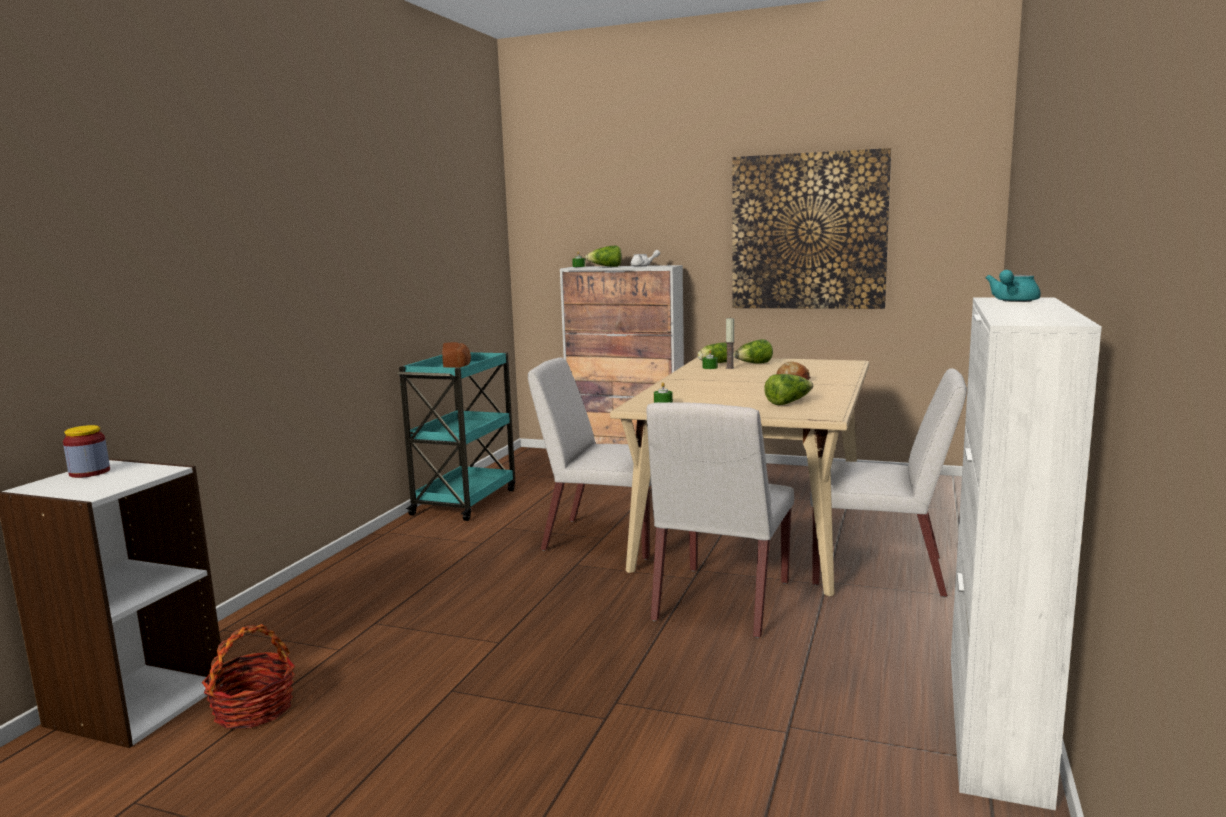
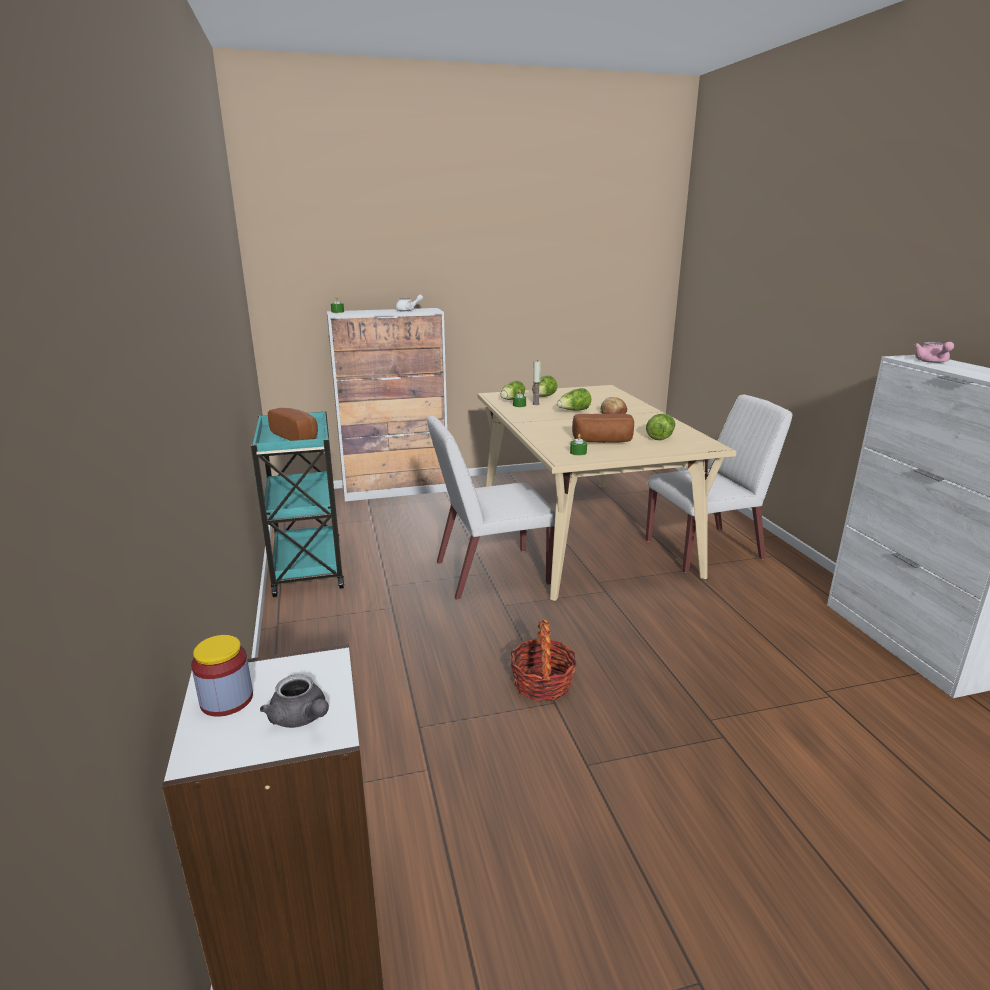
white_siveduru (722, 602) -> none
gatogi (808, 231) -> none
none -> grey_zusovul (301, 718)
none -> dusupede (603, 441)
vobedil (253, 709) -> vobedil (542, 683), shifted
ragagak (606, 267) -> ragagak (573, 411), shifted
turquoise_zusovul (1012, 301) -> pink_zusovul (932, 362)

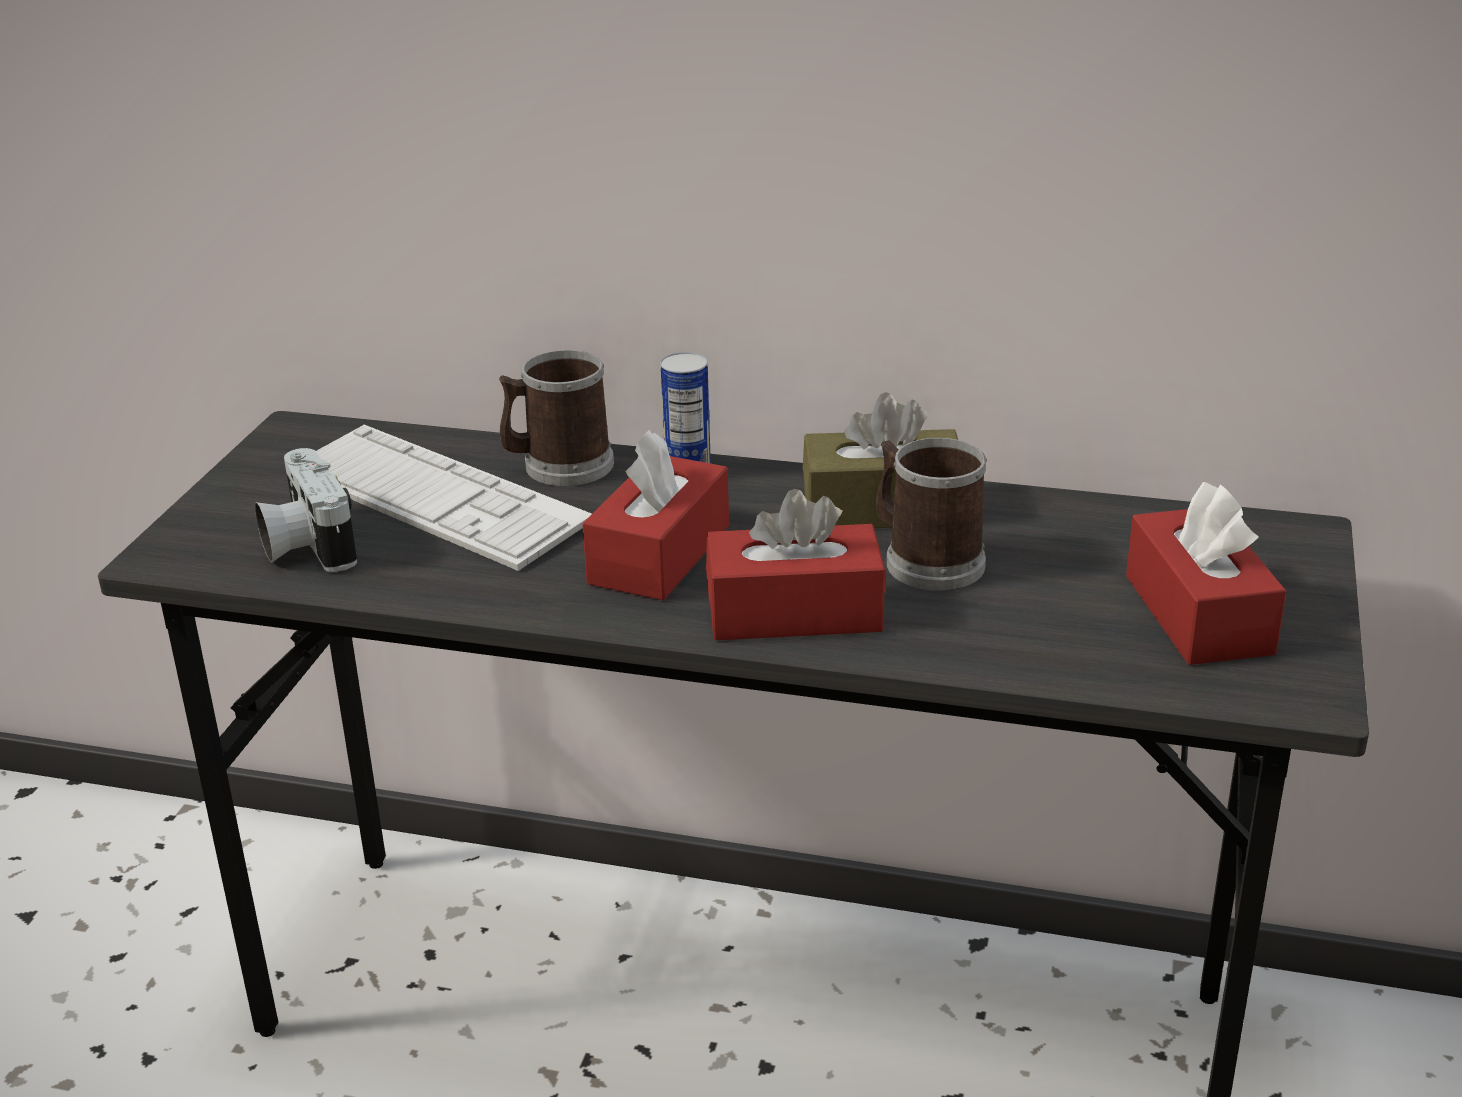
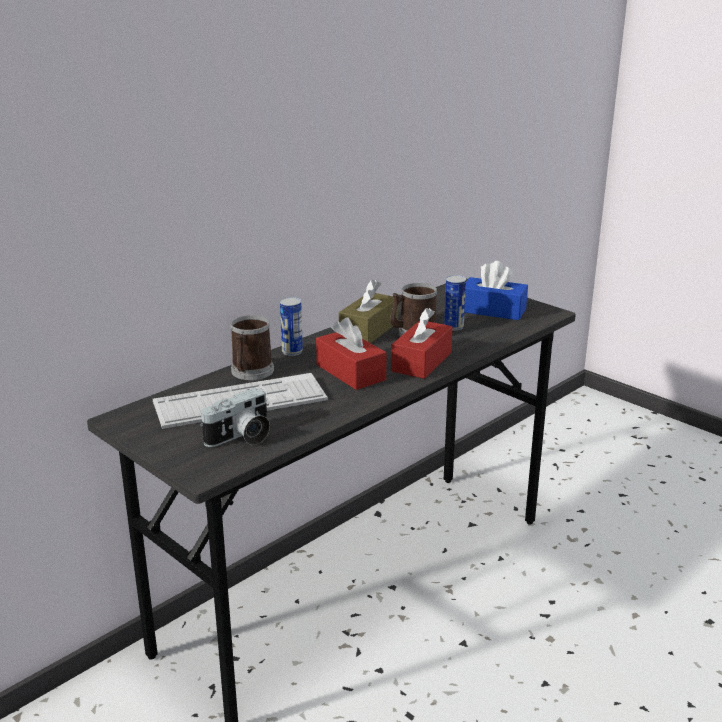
none -> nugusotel (453, 327)
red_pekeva (1198, 614) -> blue_pekeva (493, 310)
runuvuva (305, 544) -> runuvuva (241, 438), 45 degrees counterclockwise

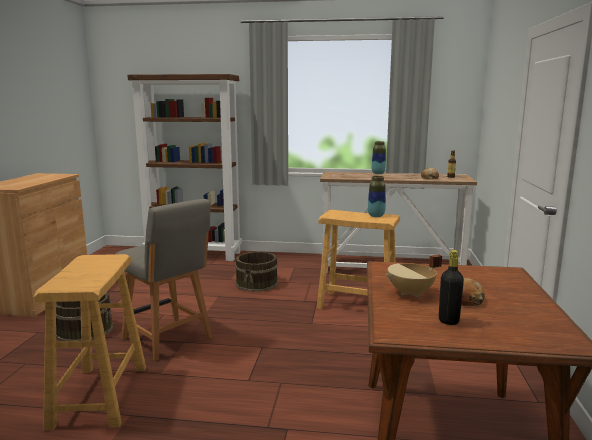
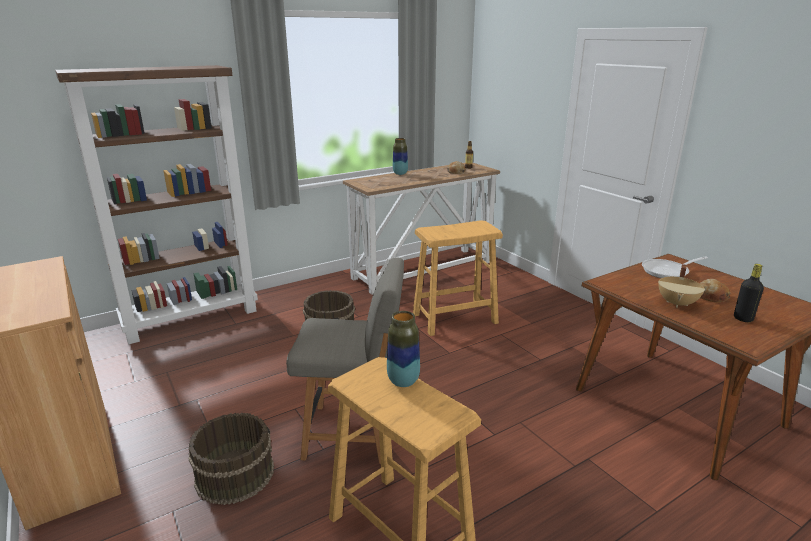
none -> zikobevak (668, 271)
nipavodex (376, 216) -> nipavodex (403, 381), shifted

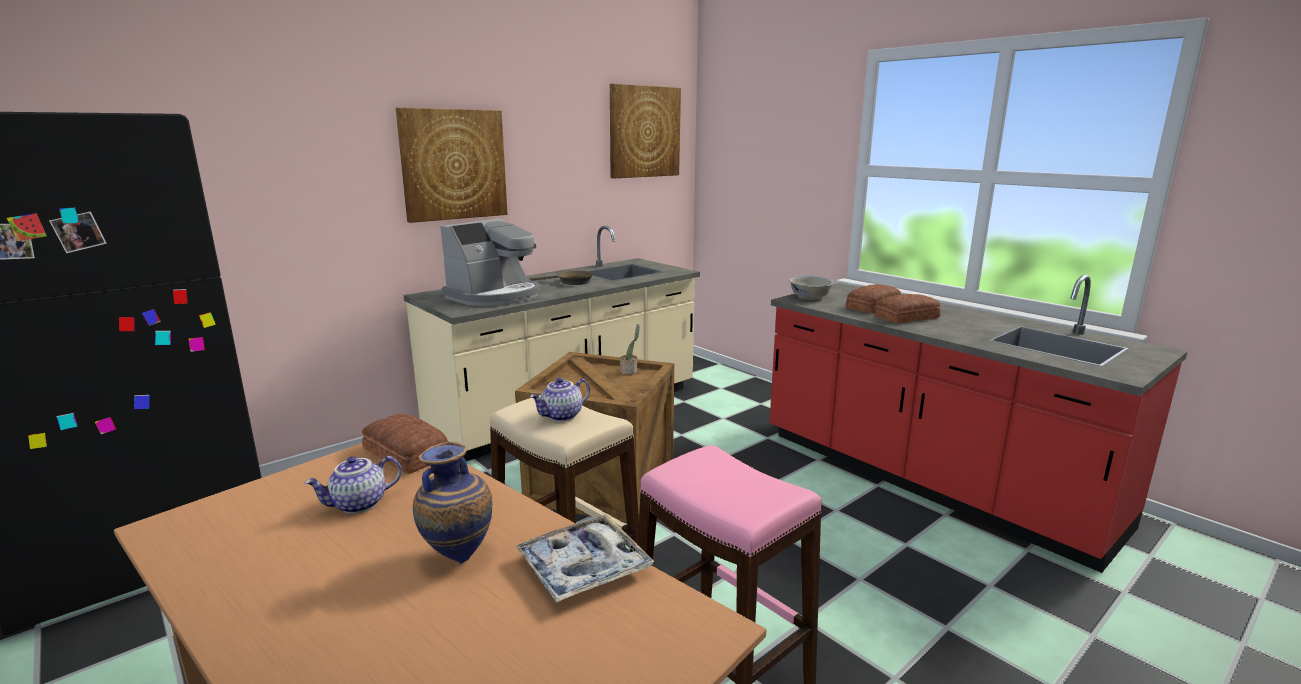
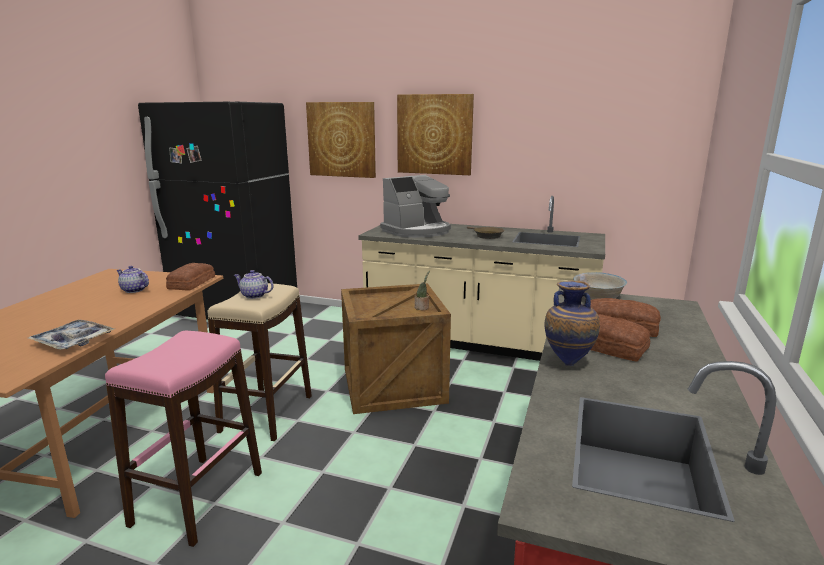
nipavodex (458, 557) -> nipavodex (568, 362), shifted
gatogi (644, 132) -> gatogi (342, 139), shifted
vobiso (495, 296) -> vobiso (417, 231), 45 degrees counterclockwise

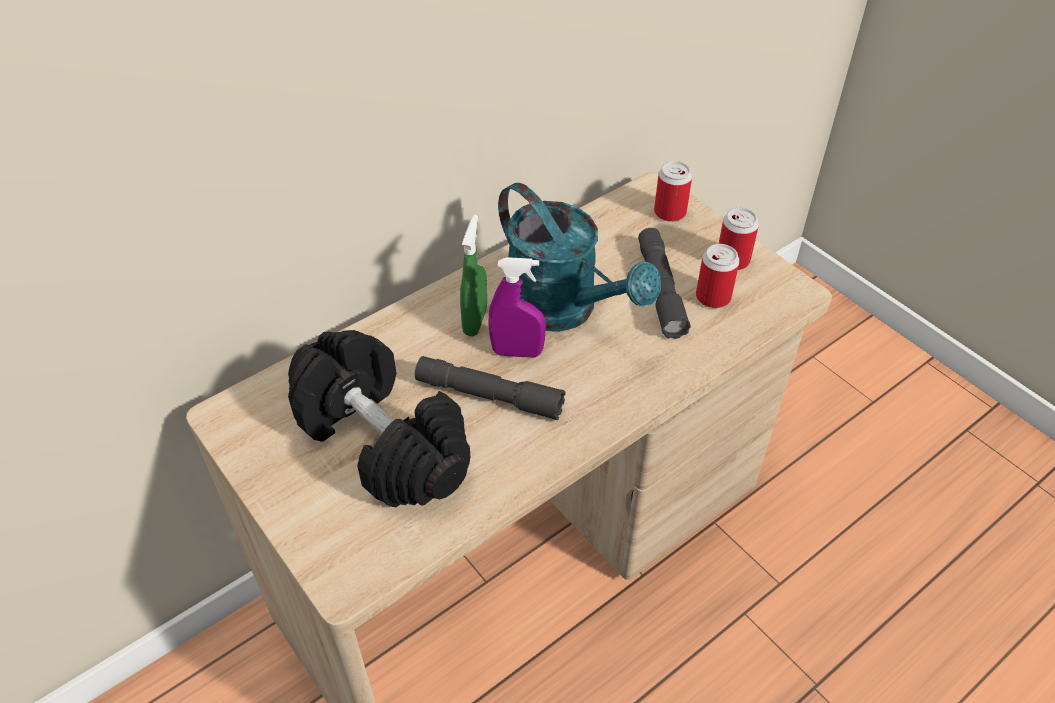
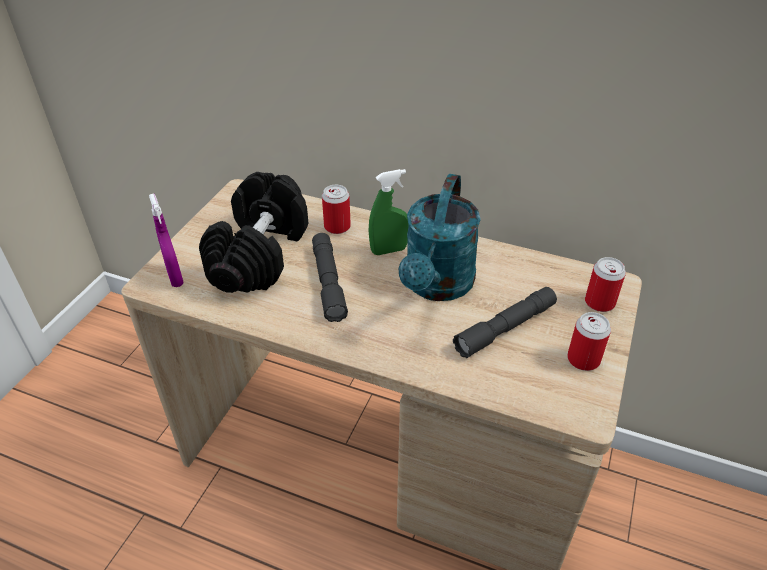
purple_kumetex (517, 352) -> purple_kumetex (175, 277), shifted
nugusotel (713, 297) -> nugusotel (337, 227), shifted

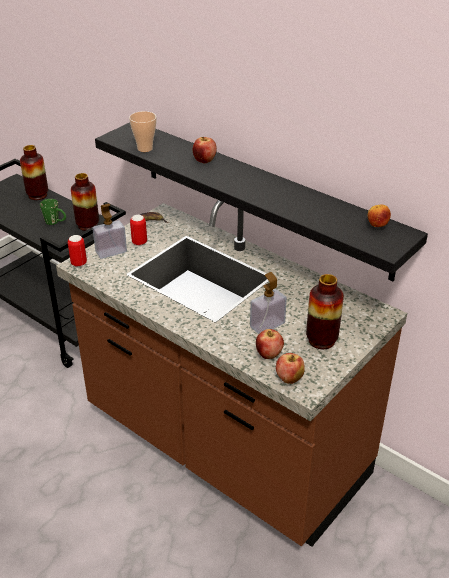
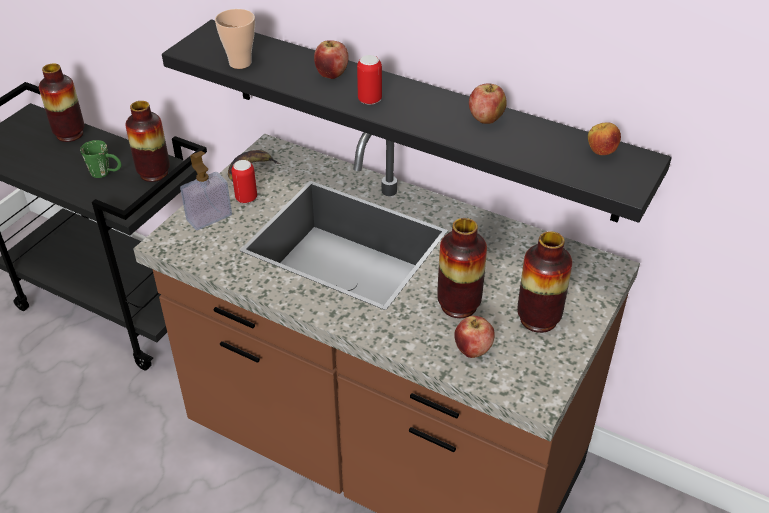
nugusotel (79, 263) -> nugusotel (369, 100), shifted
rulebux (289, 379) -> rulebux (486, 119), shifted
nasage (267, 325) -> nipavodex (458, 305)

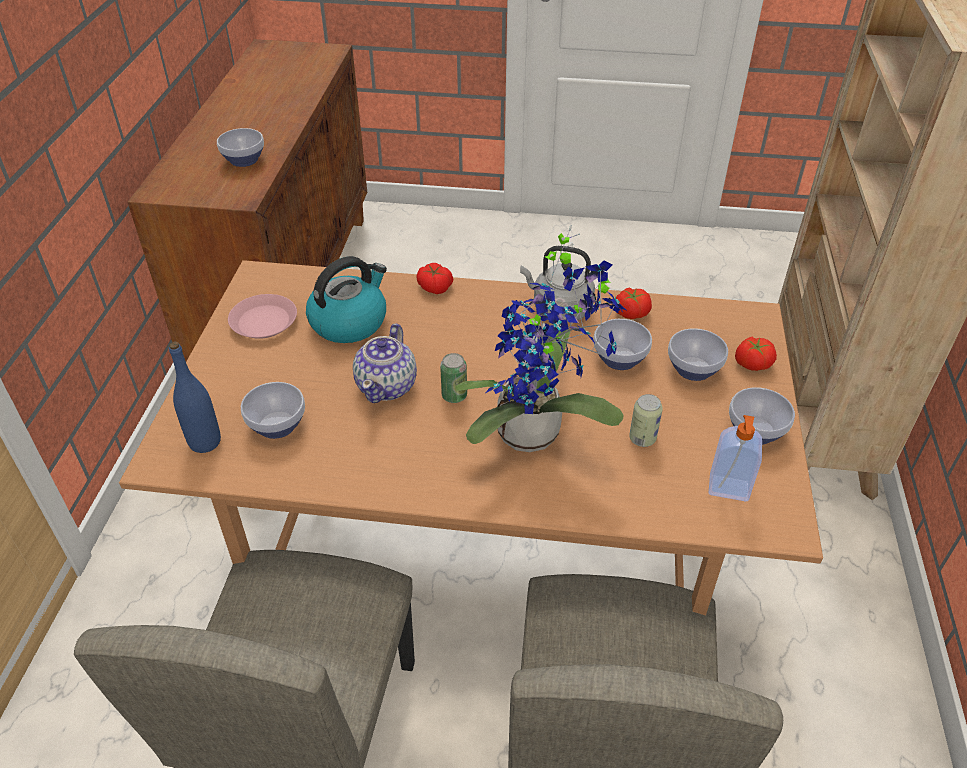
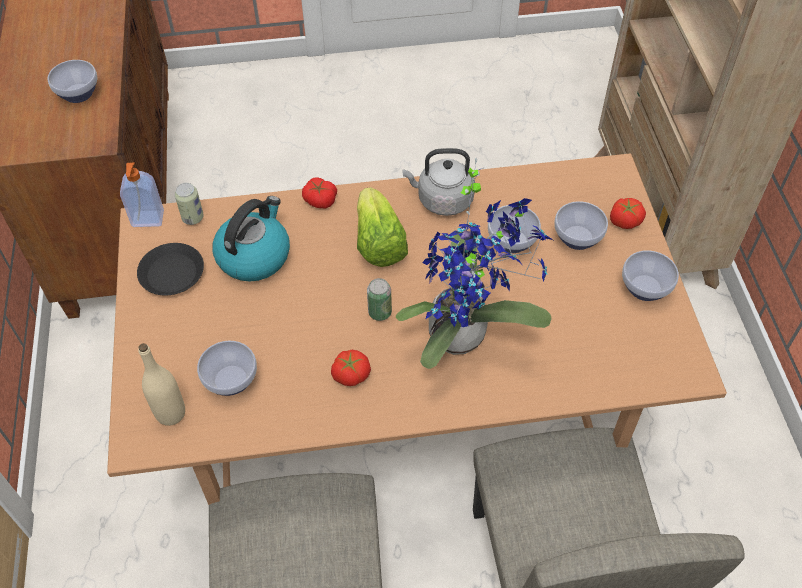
zusovul (387, 386) -> none
none -> ragagak (378, 243)
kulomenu (631, 312) -> kulomenu (350, 374), shifted
nugusotel (642, 439) -> nugusotel (193, 218), shifted
nasage (728, 489) -> nasage (148, 220), shifted
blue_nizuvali (205, 442) -> beige_nizuvali (171, 413)
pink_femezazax (263, 322) -> black_femezazax (171, 273)

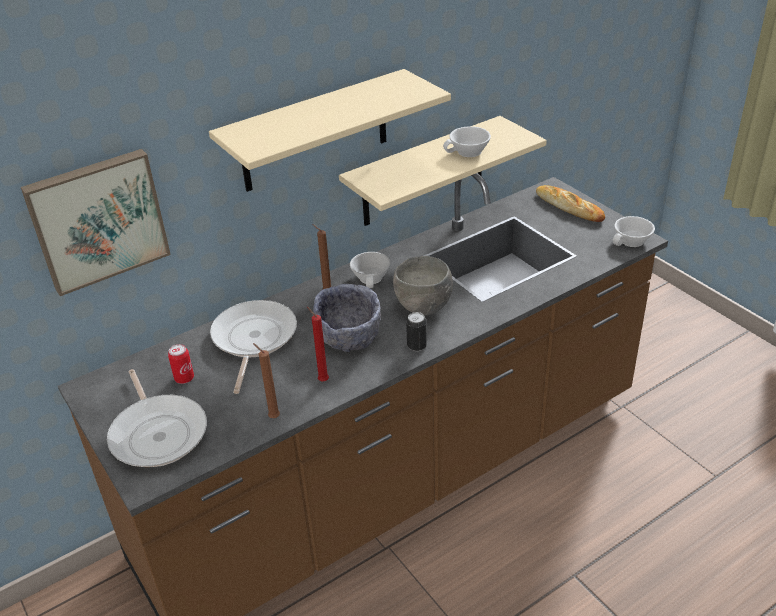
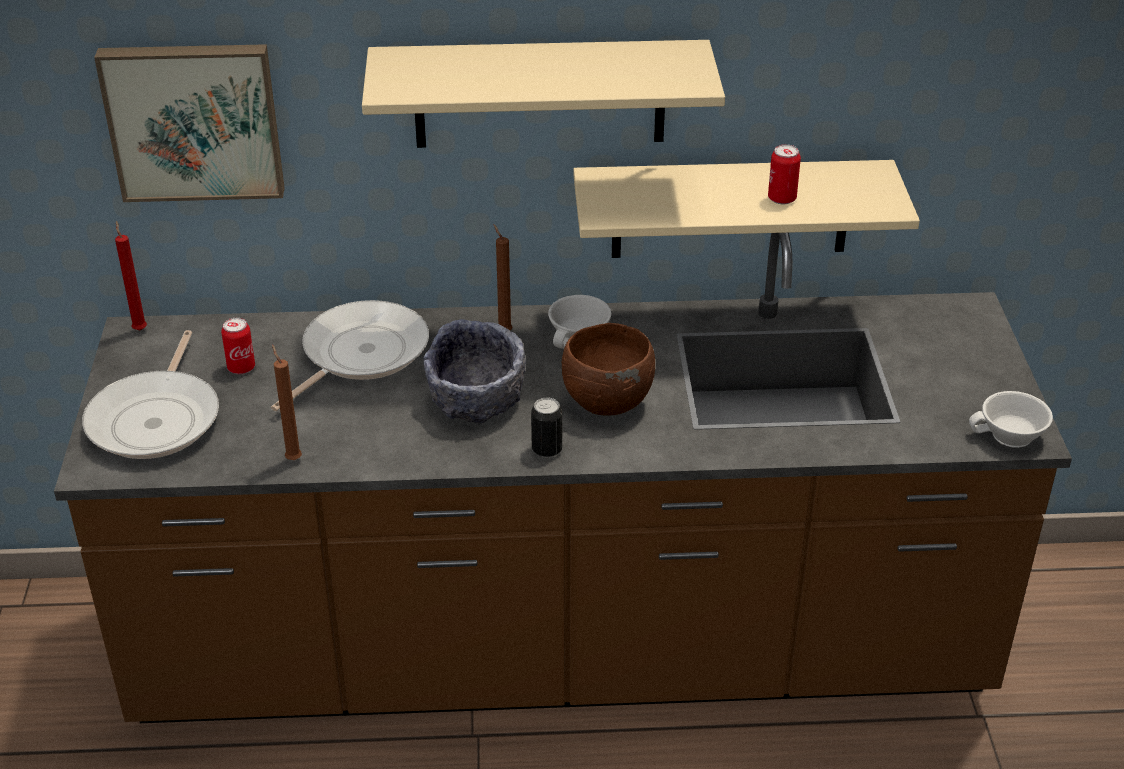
dusupede (569, 207) -> none
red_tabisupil (322, 380) -> red_tabisupil (139, 329), shifted
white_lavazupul (468, 152) -> nugusotel (781, 199)
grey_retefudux (422, 307) -> brown_retefudux (606, 402)

